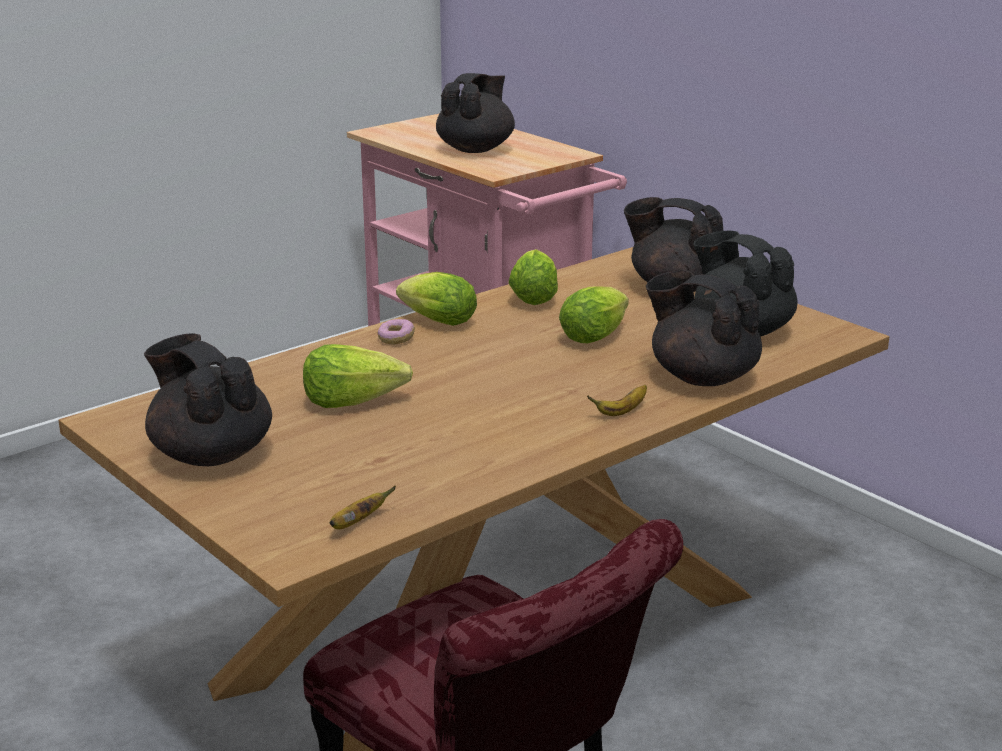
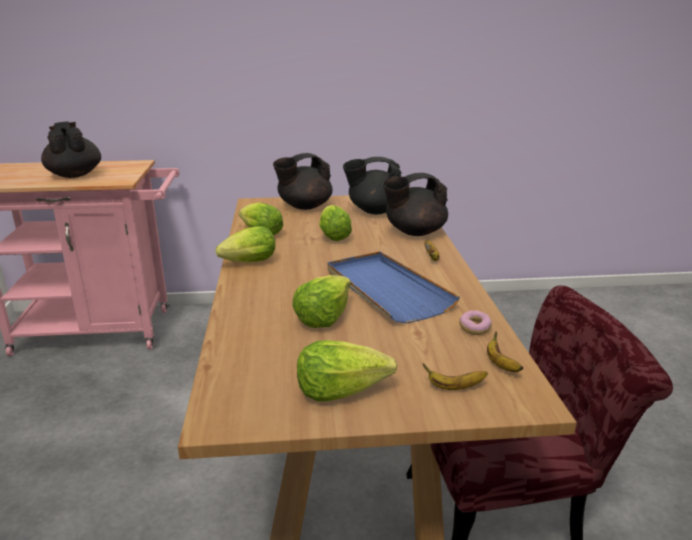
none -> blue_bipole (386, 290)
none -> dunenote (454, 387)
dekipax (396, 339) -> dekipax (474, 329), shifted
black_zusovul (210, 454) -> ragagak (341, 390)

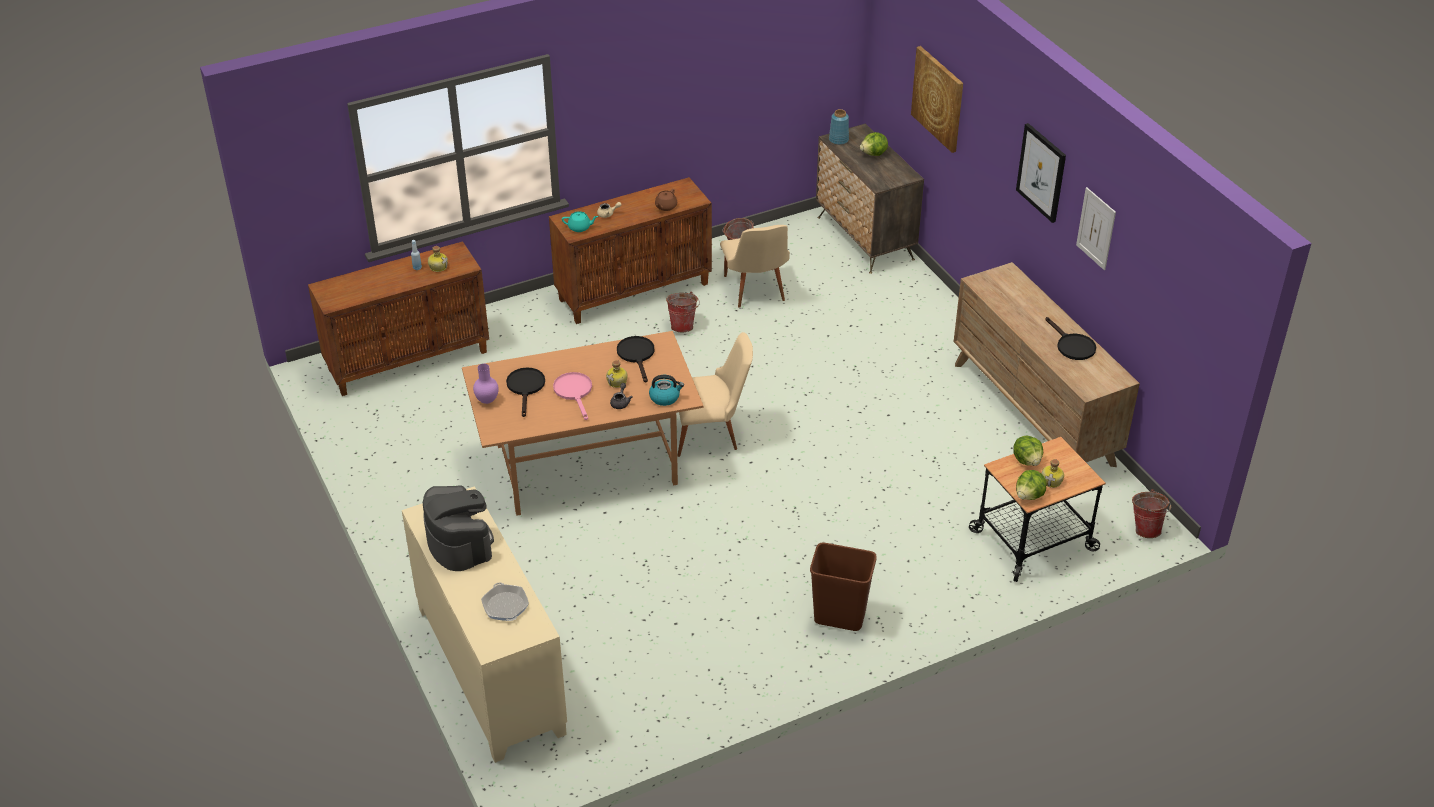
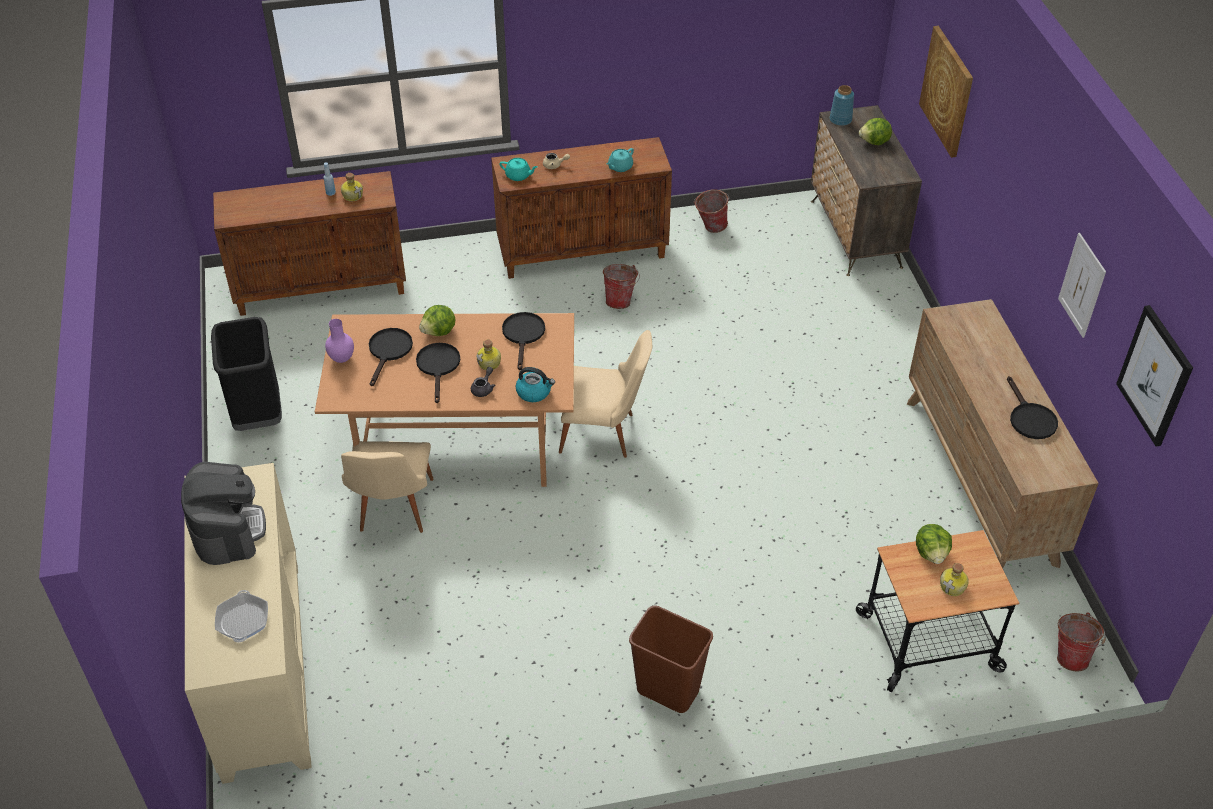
none -> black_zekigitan (257, 414)
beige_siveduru (755, 292) -> beige_siveduru (393, 511), shifted
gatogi (1041, 172) -> gatogi (1155, 375), shifted
ragagak (1029, 495) -> ragagak (439, 332), shifted
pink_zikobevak (574, 392) -> black_zikobevak (438, 367)
brown_zusovul (665, 207) -> turquoise_zusovul (620, 167)

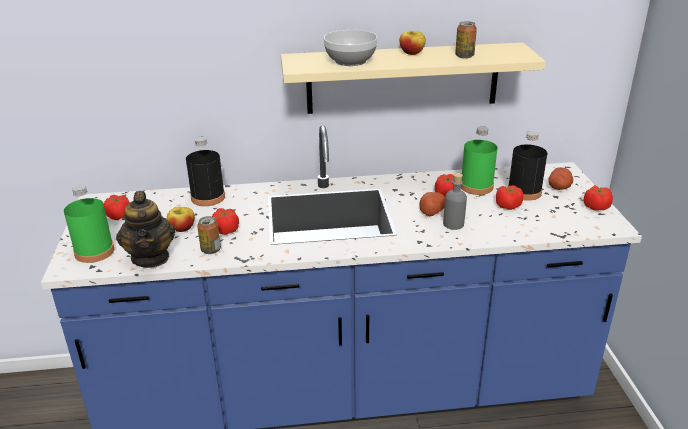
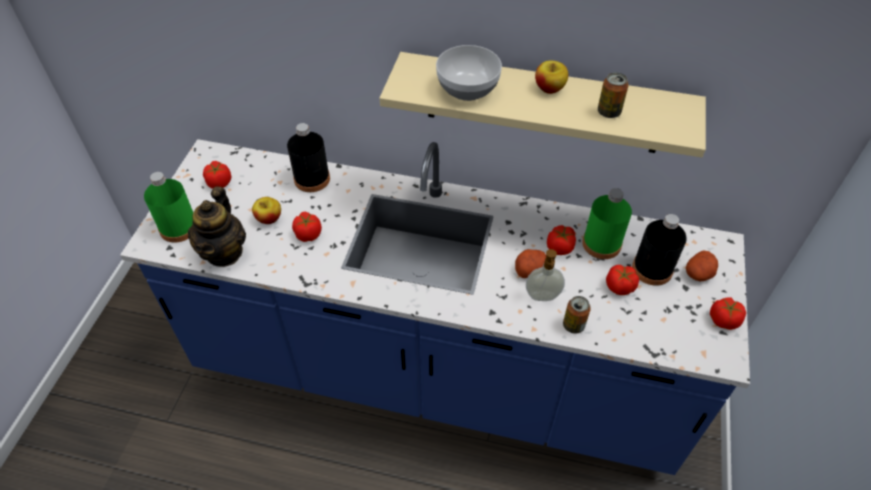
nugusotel (211, 250) -> nugusotel (573, 325), shifted
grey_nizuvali (453, 224) -> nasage (542, 297)

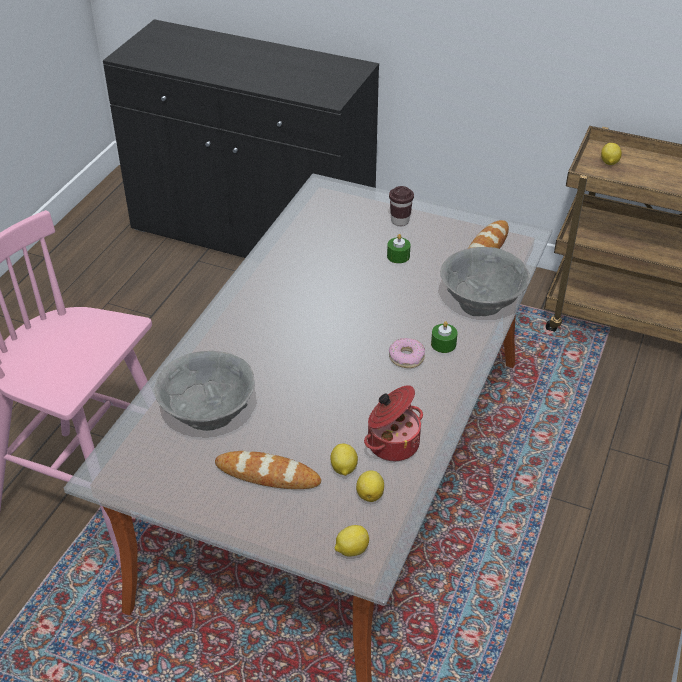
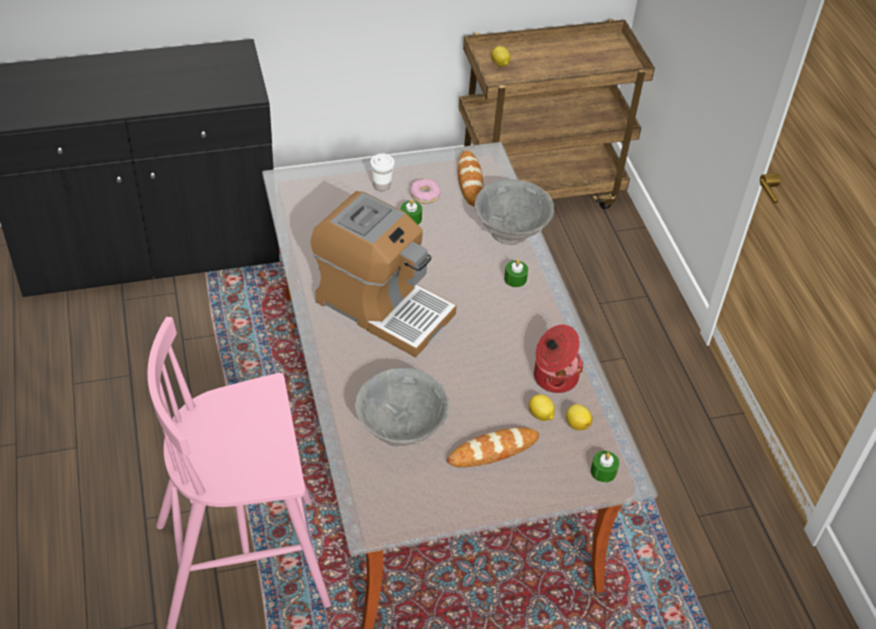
none -> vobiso (382, 306)
dekipax (406, 357) -> dekipax (425, 195), shifted
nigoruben (351, 549) -> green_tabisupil (603, 471)
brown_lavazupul (400, 221) -> white_lavazupul (381, 186)

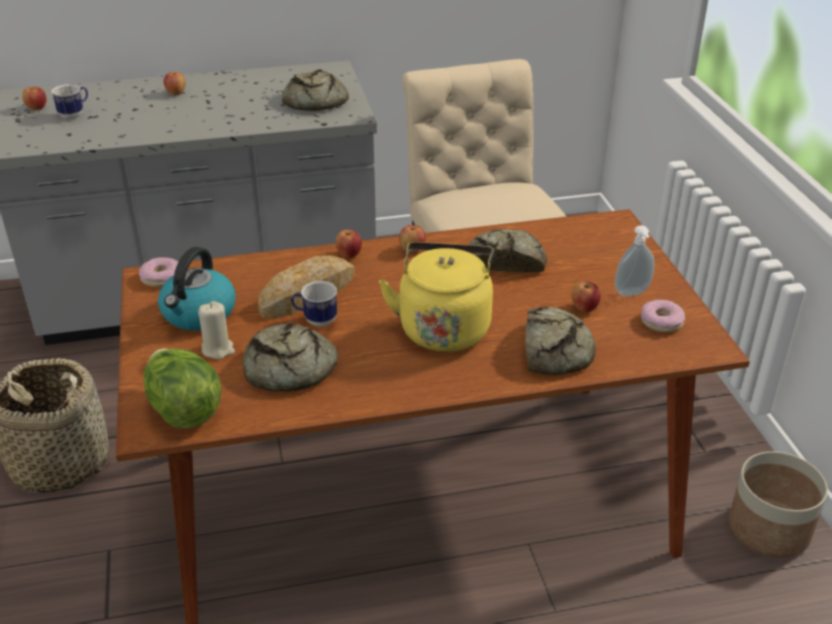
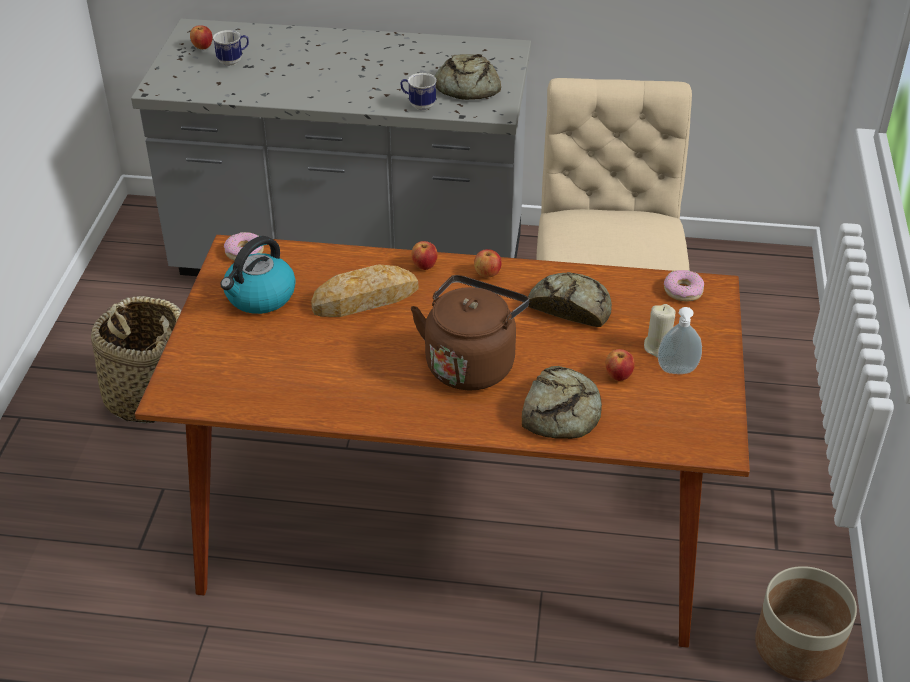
ragagak (184, 410) -> none
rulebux (176, 93) -> none
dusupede (288, 369) -> none
beige_tabisupil (218, 349) -> beige_tabisupil (659, 347), shifted
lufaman (315, 320) -> lufaman (418, 105), shifted
dekipax (661, 322) -> dekipax (683, 291), shifted
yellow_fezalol (444, 327) -> brown_fezalol (471, 363)

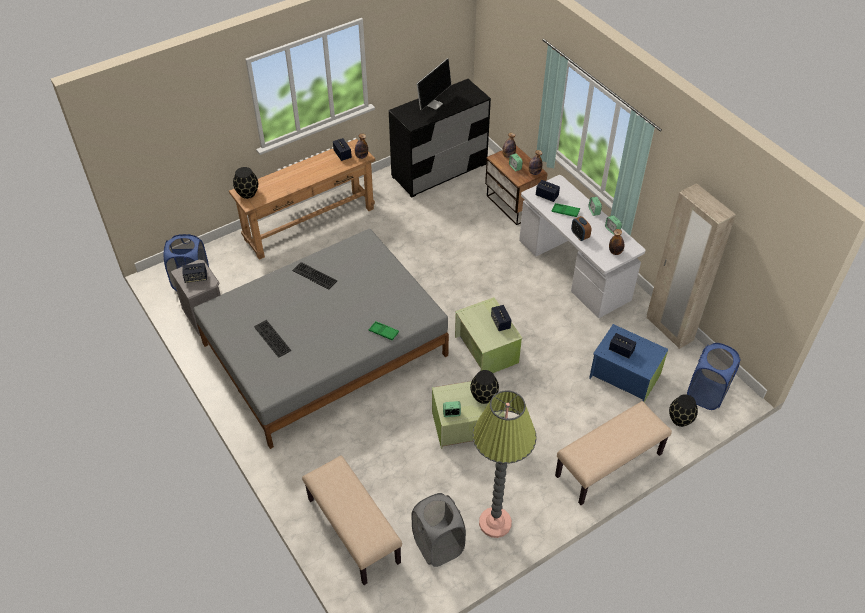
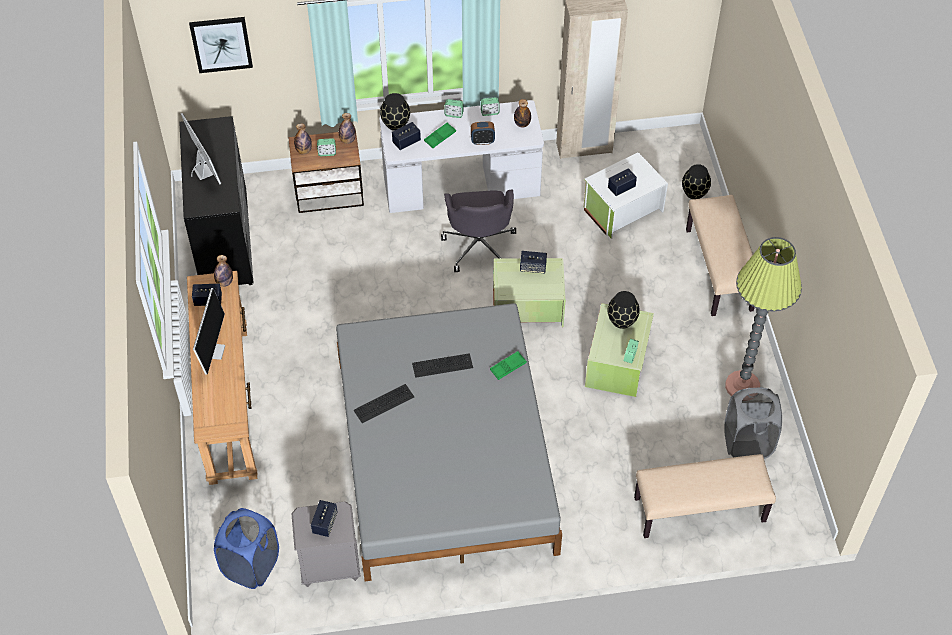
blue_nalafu (707, 394) -> none
none -> gatogi (221, 44)
none -> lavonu (213, 350)
none -> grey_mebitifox (479, 245)
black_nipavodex (247, 193) -> black_nipavodex (395, 124), shifted
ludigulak (271, 338) -> ludigulak (442, 366), shifted
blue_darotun (624, 375) -> white_darotun (622, 209)

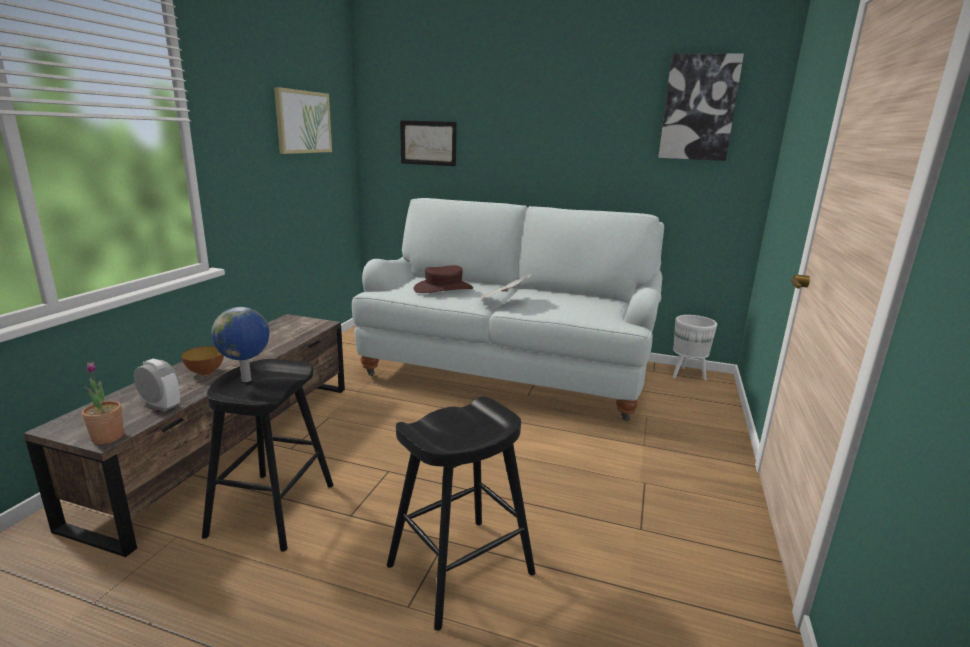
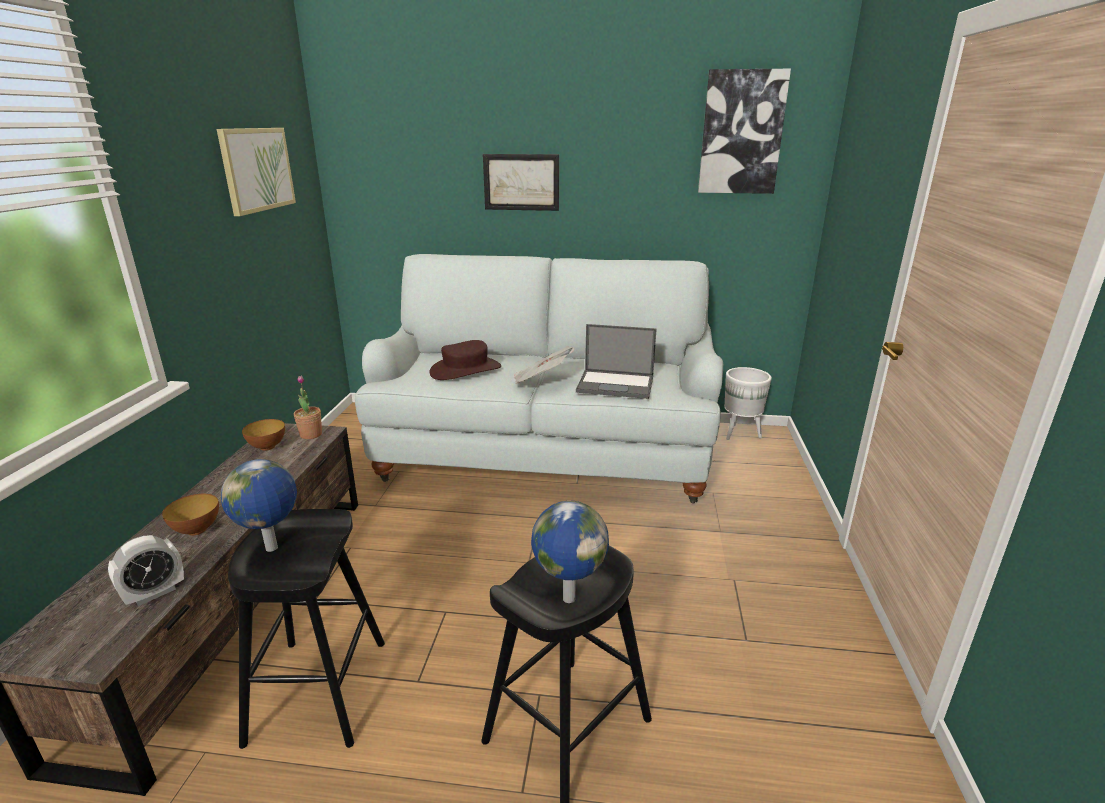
none -> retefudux (267, 447)
none -> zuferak (568, 598)
none -> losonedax (616, 384)
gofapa (108, 437) -> gofapa (311, 434), shifted
gatogi (428, 143) -> gatogi (521, 182), shifted
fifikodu (160, 406) -> fifikodu (154, 593), 120 degrees clockwise

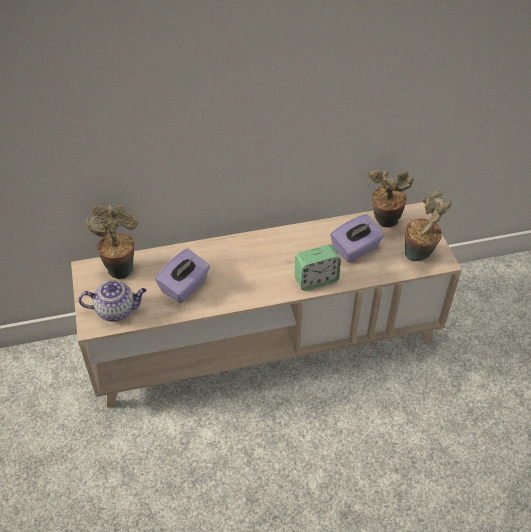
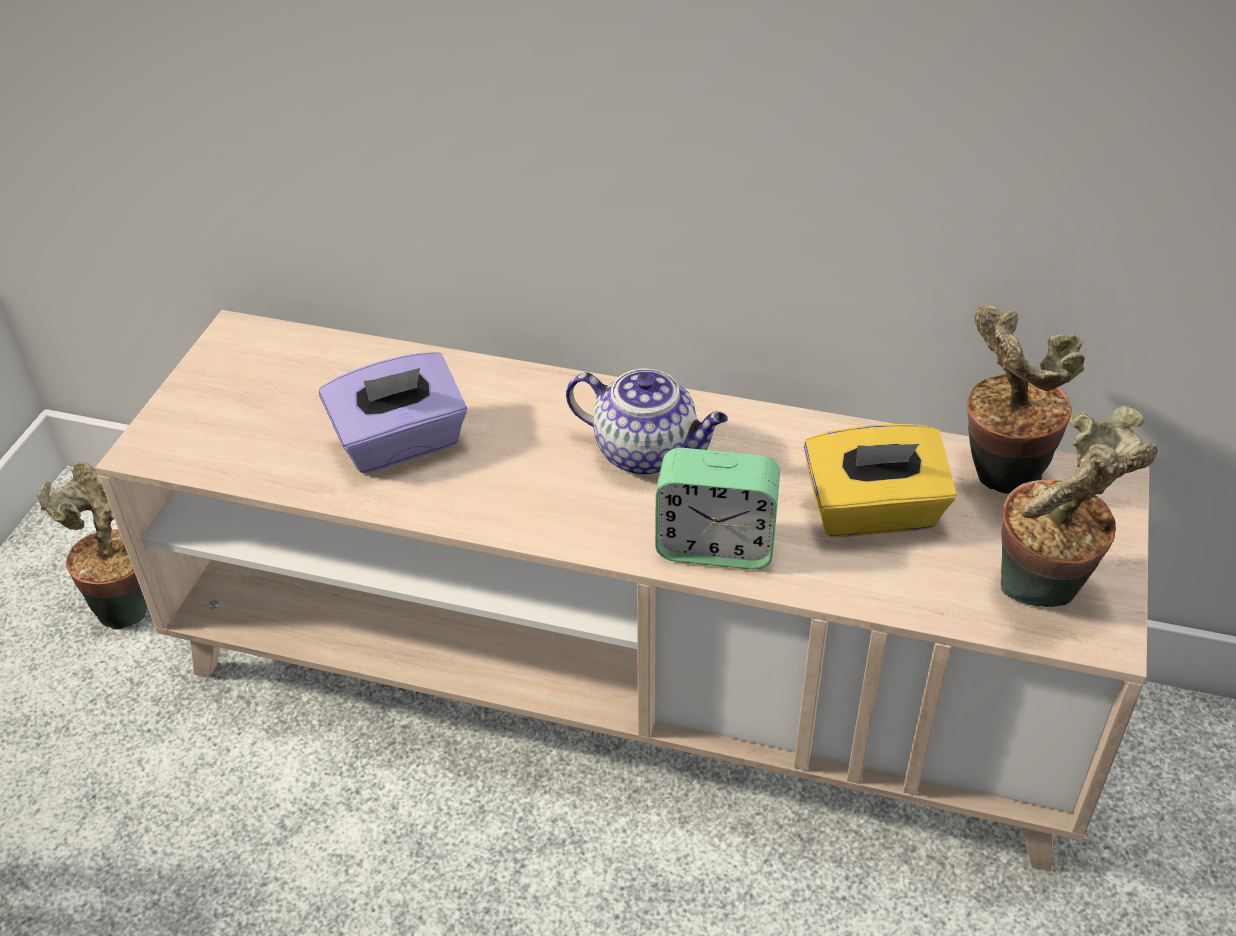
zusovul (117, 310) -> zusovul (648, 452), shifted
gofapa (120, 267) -> gofapa (128, 603), shifted
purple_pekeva (355, 249) -> yellow_pekeva (873, 513)

